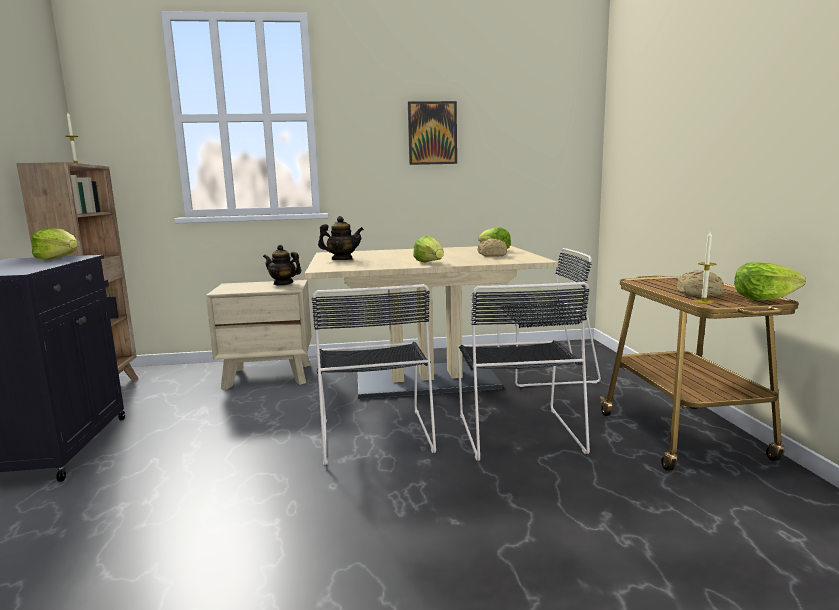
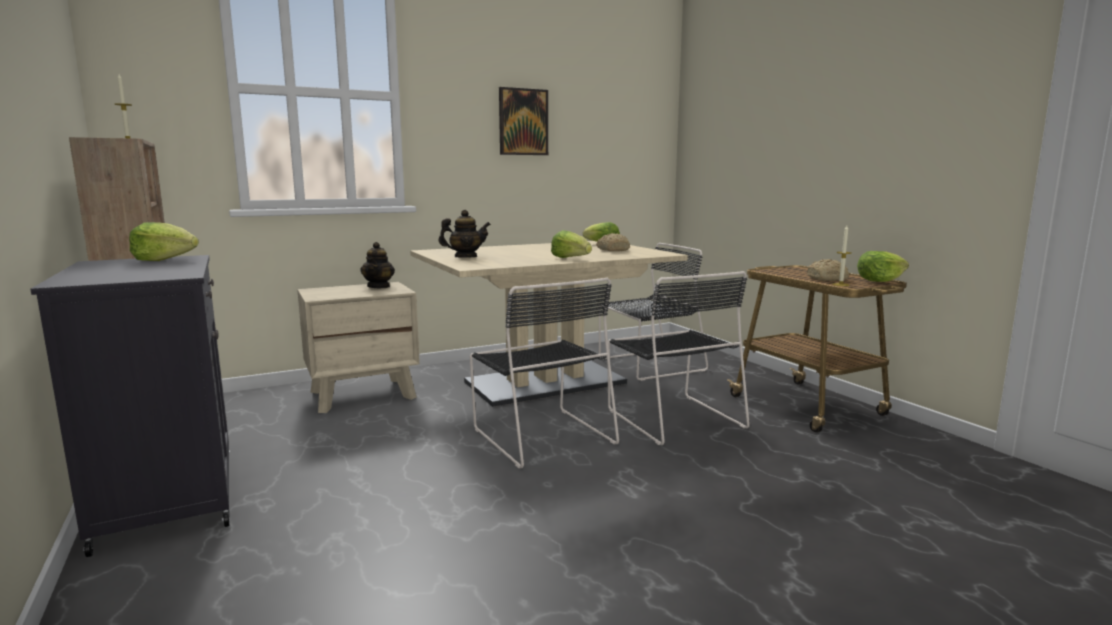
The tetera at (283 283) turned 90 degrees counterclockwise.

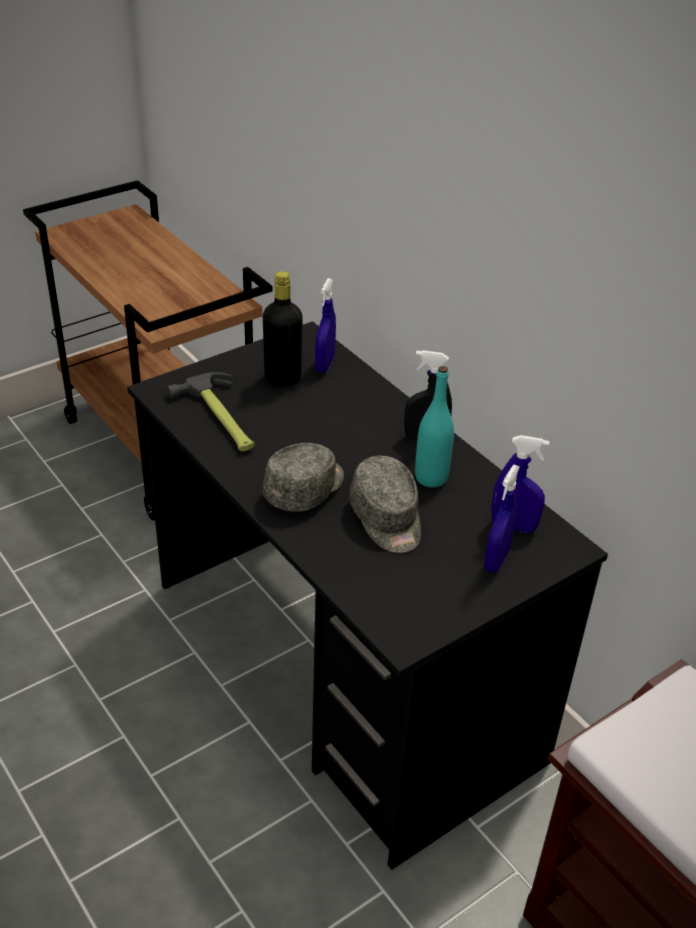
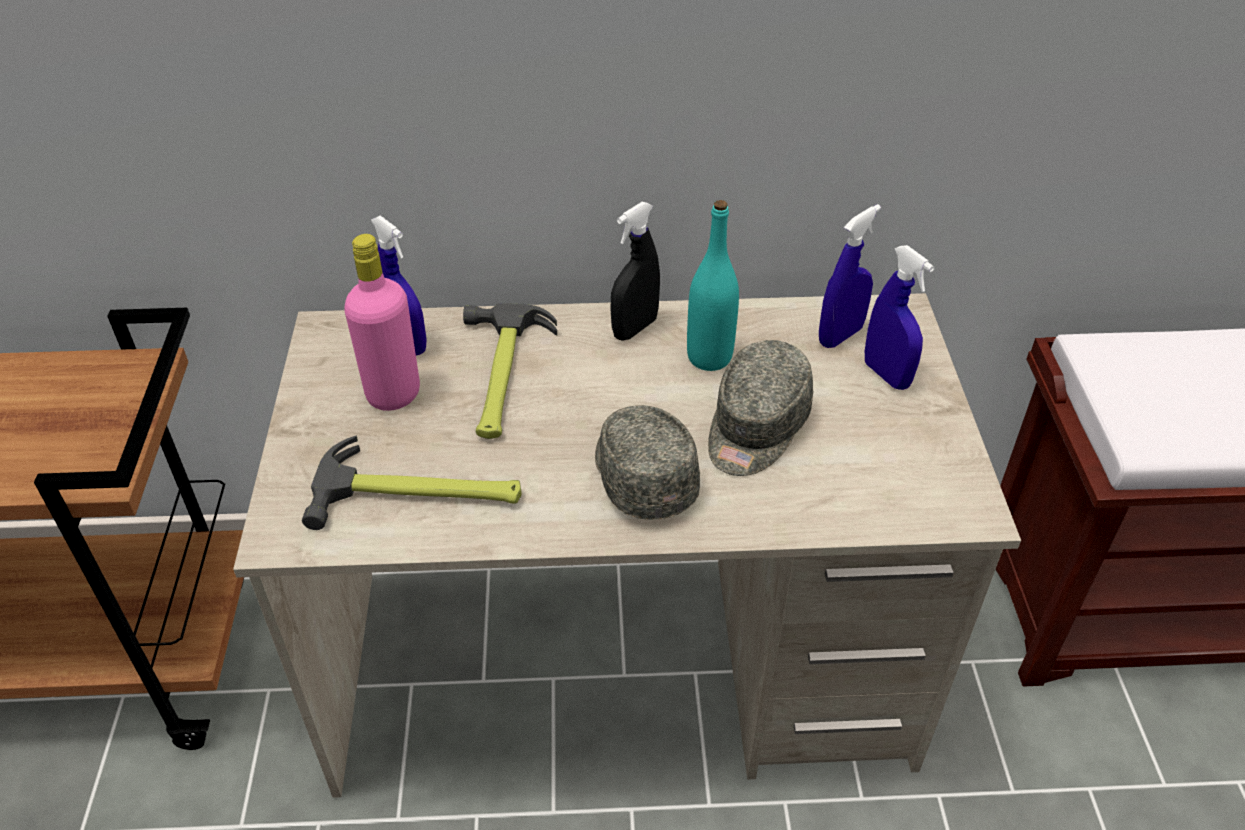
The escritorio [negro] at (341 670) became the escritorio [beis] at (623 670). The botella [negro] at (282 378) became the botella [rosa] at (393 394). The gorra [gris] at (387 519) turned 105 degrees clockwise. The martillo at (501 376) appeared.

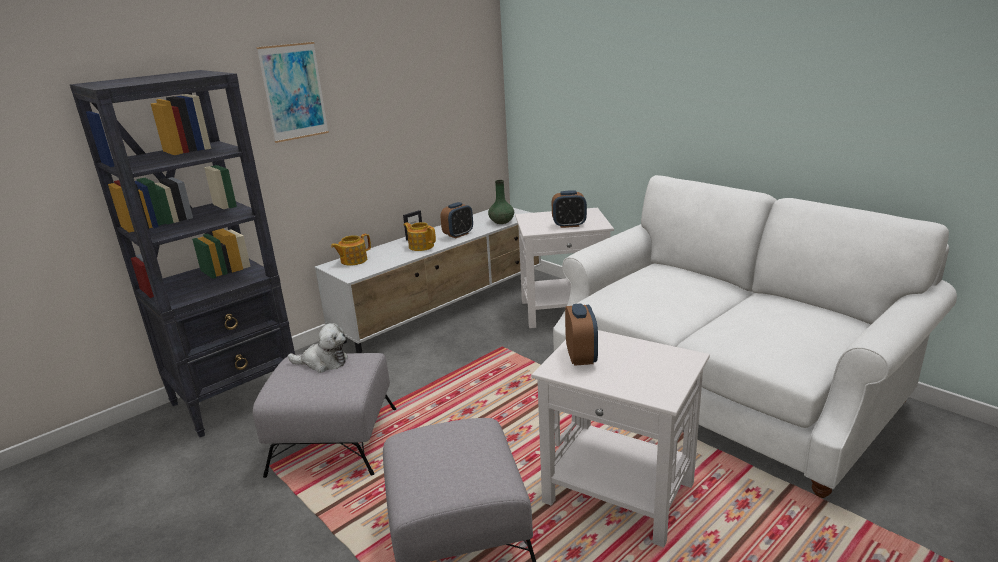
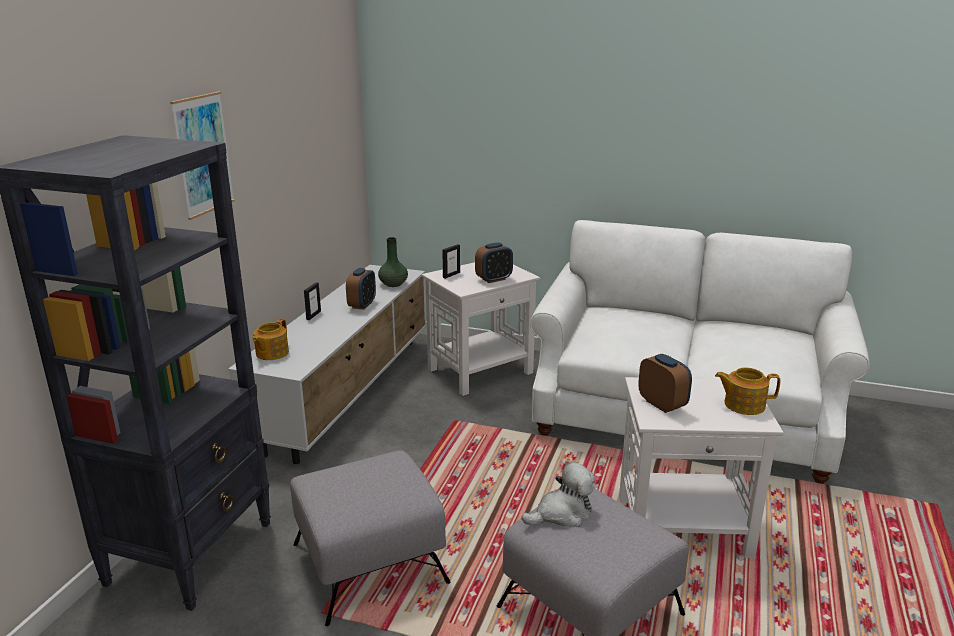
The peluche moved from (323 362) to (562 513). The tetera moved from (421 246) to (743 404). The portarretratos at (451 275) appeared.

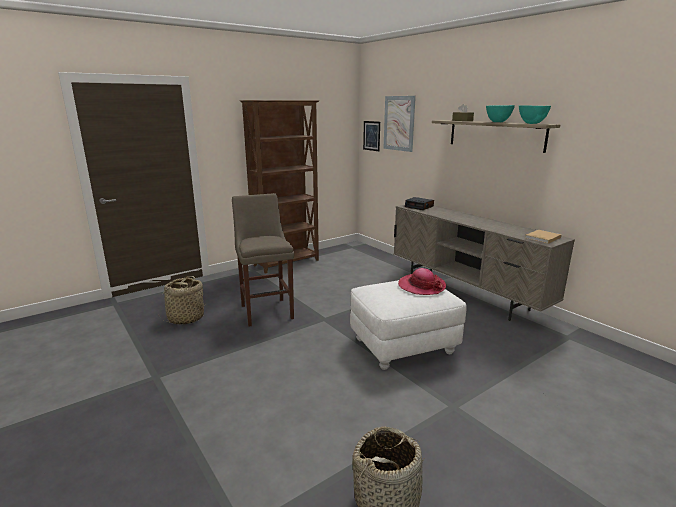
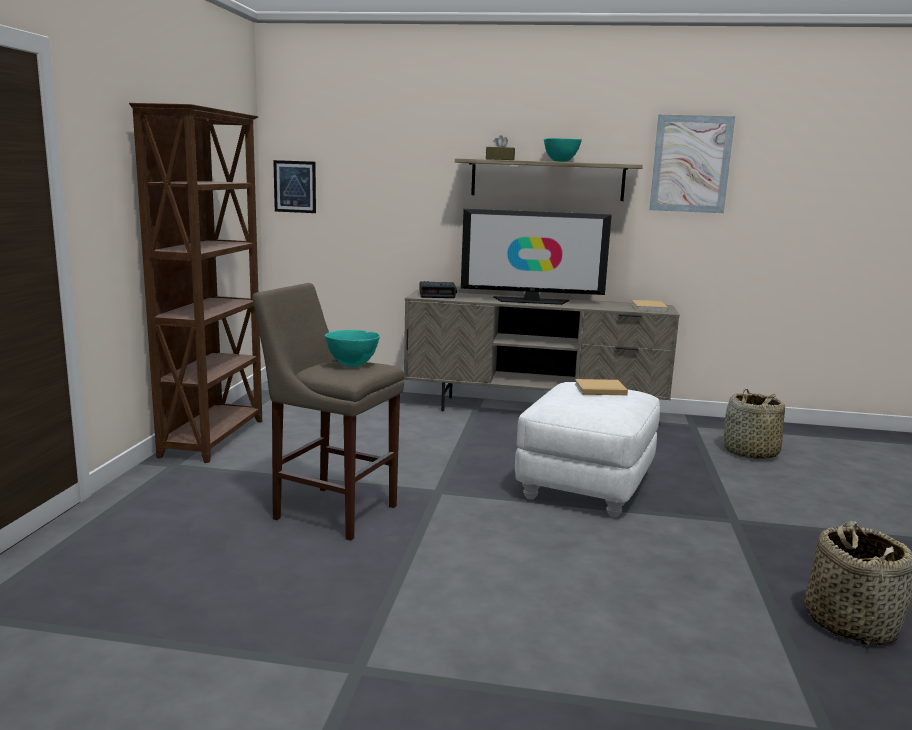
The cesta moved from (185 318) to (750 453). The cuadro moved from (399 123) to (691 164). The sombrero at (421 286) was replaced by the libro [beis] at (598 389). The cuenco [turquesa] moved from (532 123) to (352 365). The televisor at (531 301) appeared.

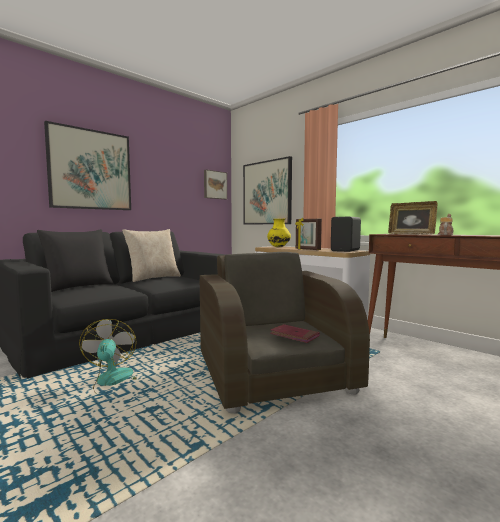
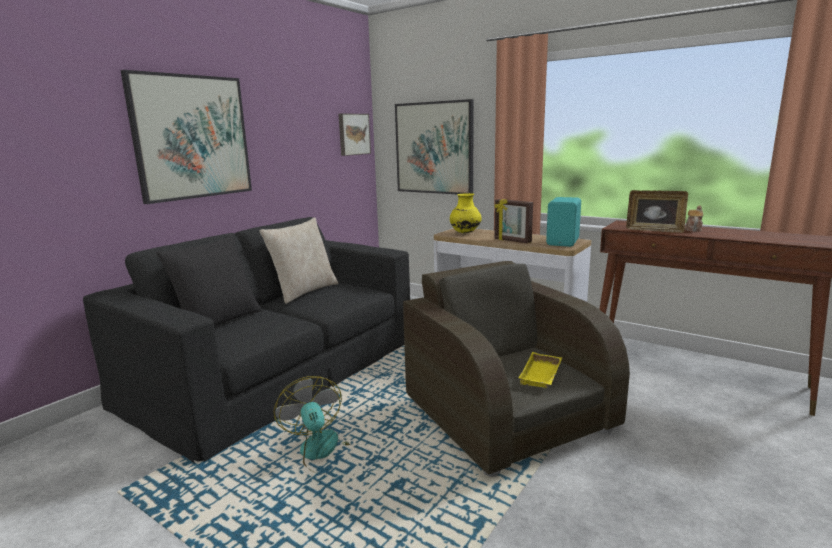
The libro [rojo] at (294 335) was replaced by the bandeja [amarillo] at (542 375). The altavoz [negro] at (346 250) became the altavoz [turquesa] at (564 242).

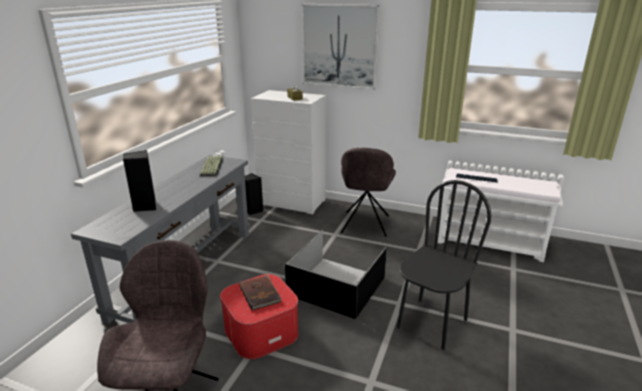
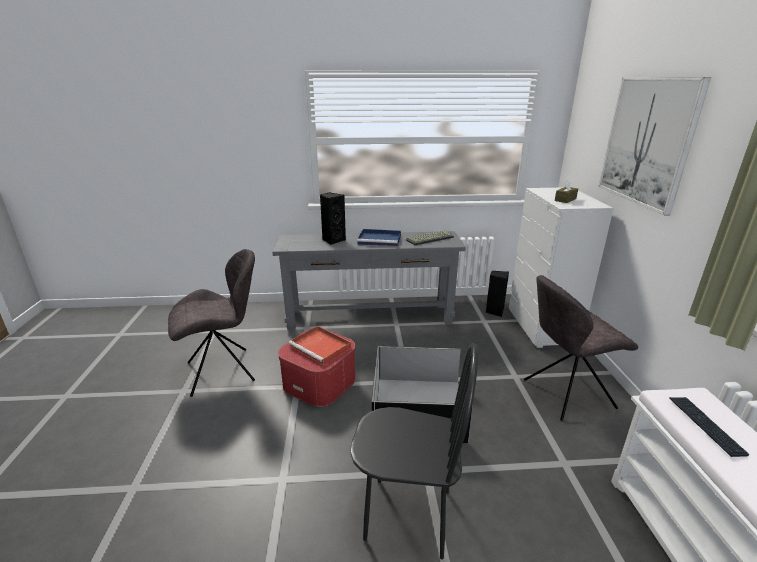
The libro [marrón] at (260 293) was replaced by the bandeja [rojo] at (321 347). The bandeja [azul] at (380 240) appeared.

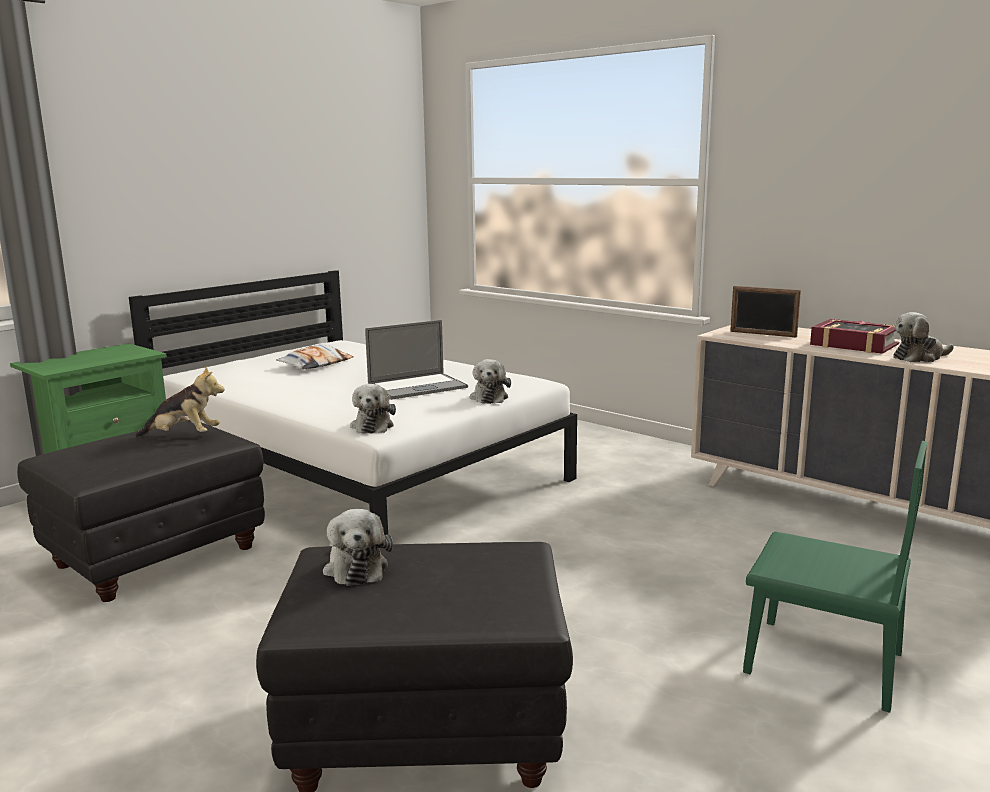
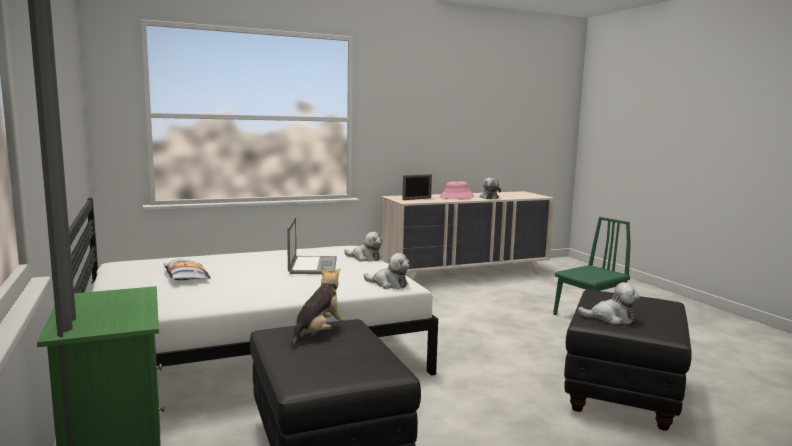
The libro at (854 345) was replaced by the sombrero [rosa] at (456 197).

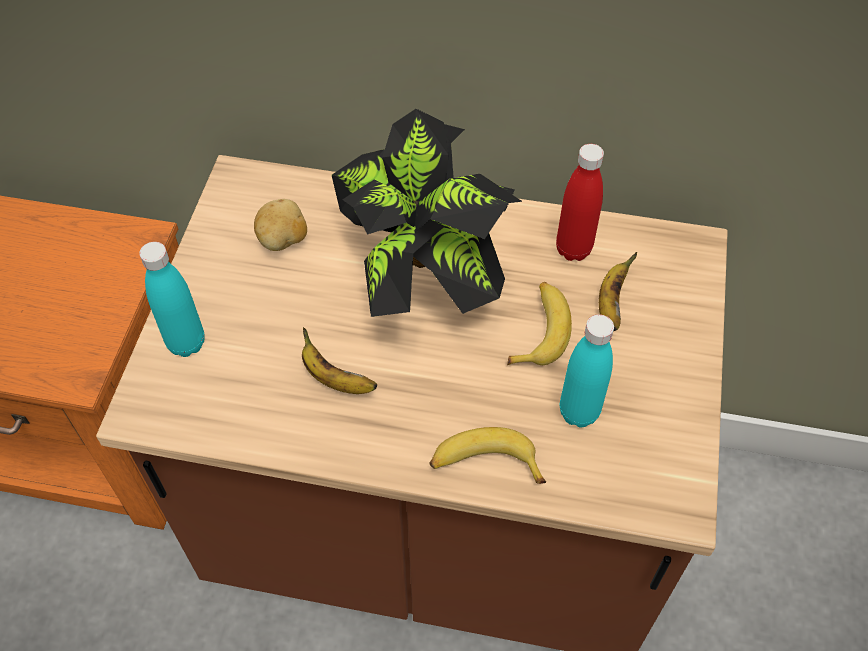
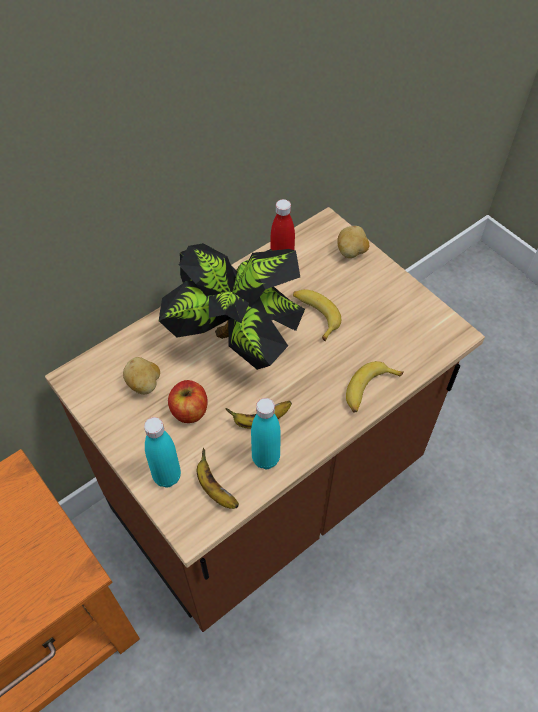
The botella [turquesa] moved from (579 412) to (265 458). The plátano moved from (611 304) to (214 489). The manzana at (189 411) appeared. The patata at (351 252) appeared.

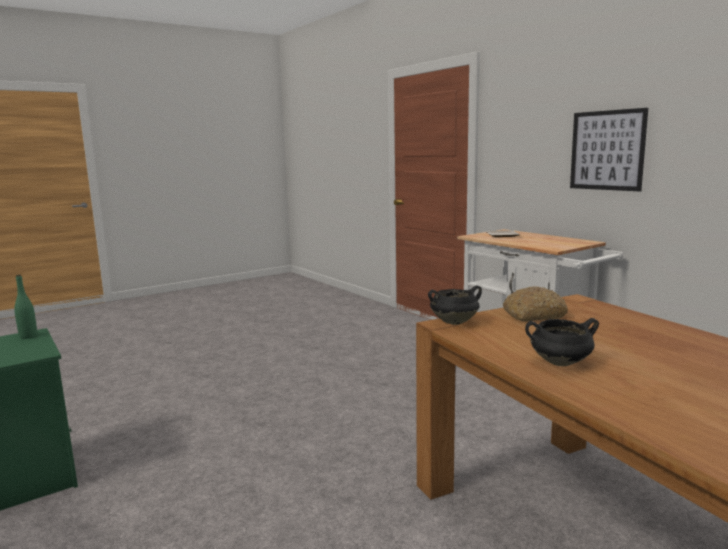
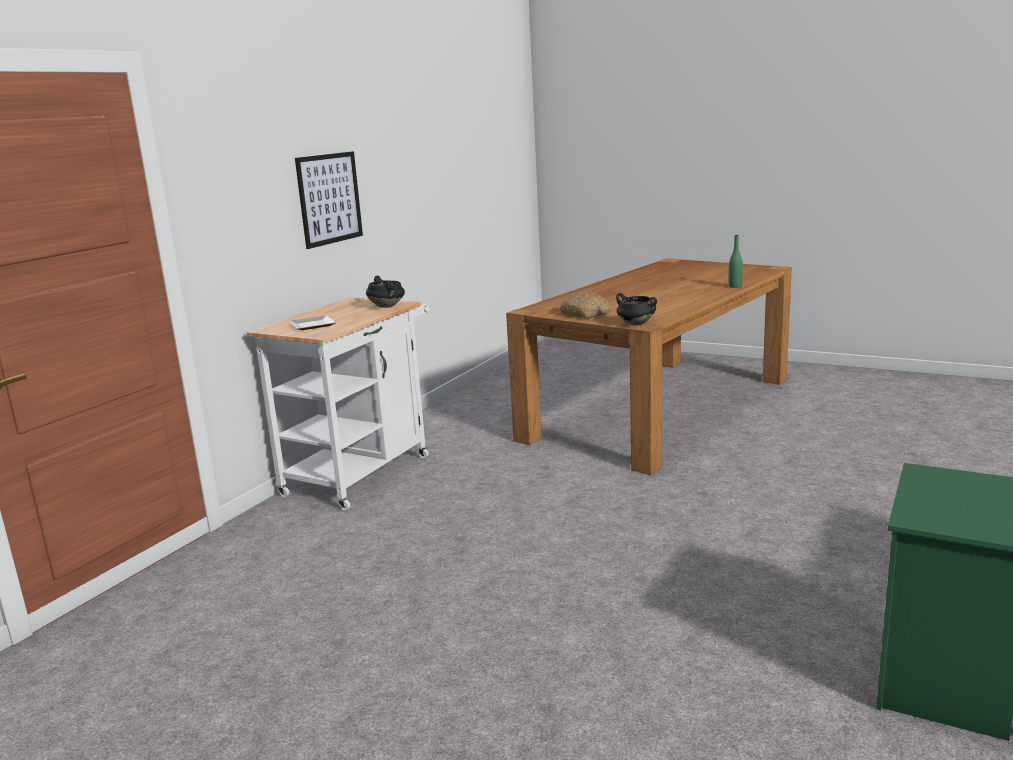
The botella [verde] moved from (28 336) to (735 286). The olla [negro] moved from (559 363) to (387 306).

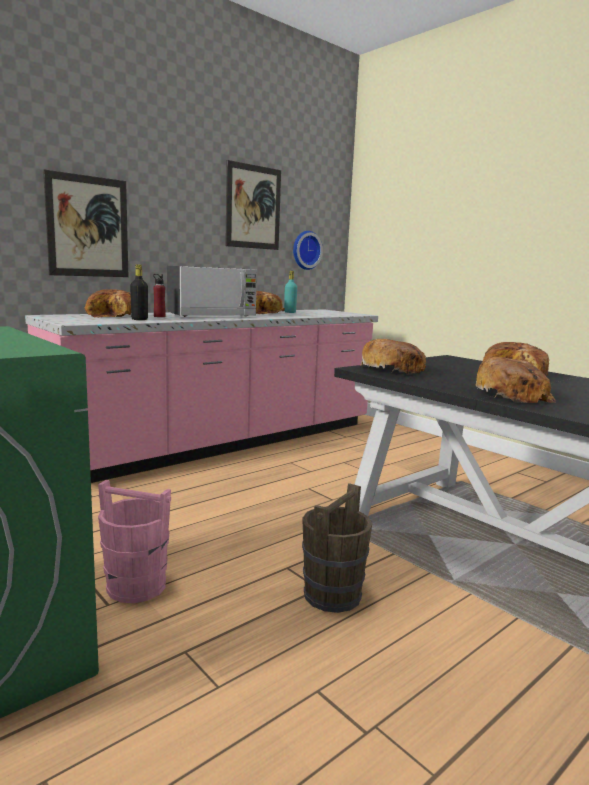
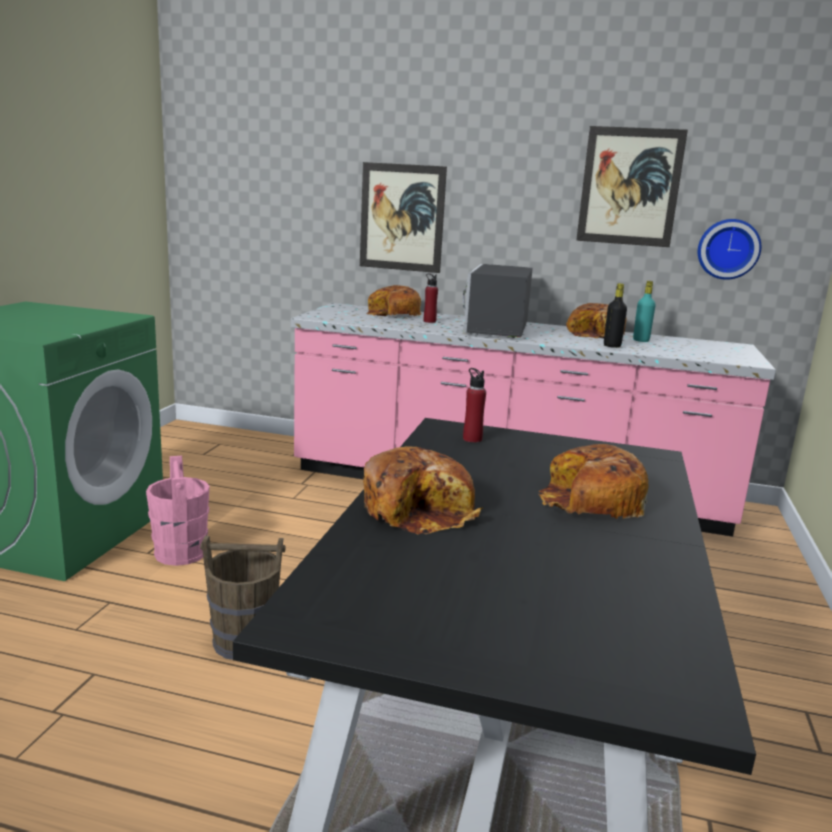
The botella [negro] moved from (139 319) to (612 346). The microondas at (212 315) turned 75 degrees clockwise. The pan at (392 369) was replaced by the botella [rojo] at (472 439).

